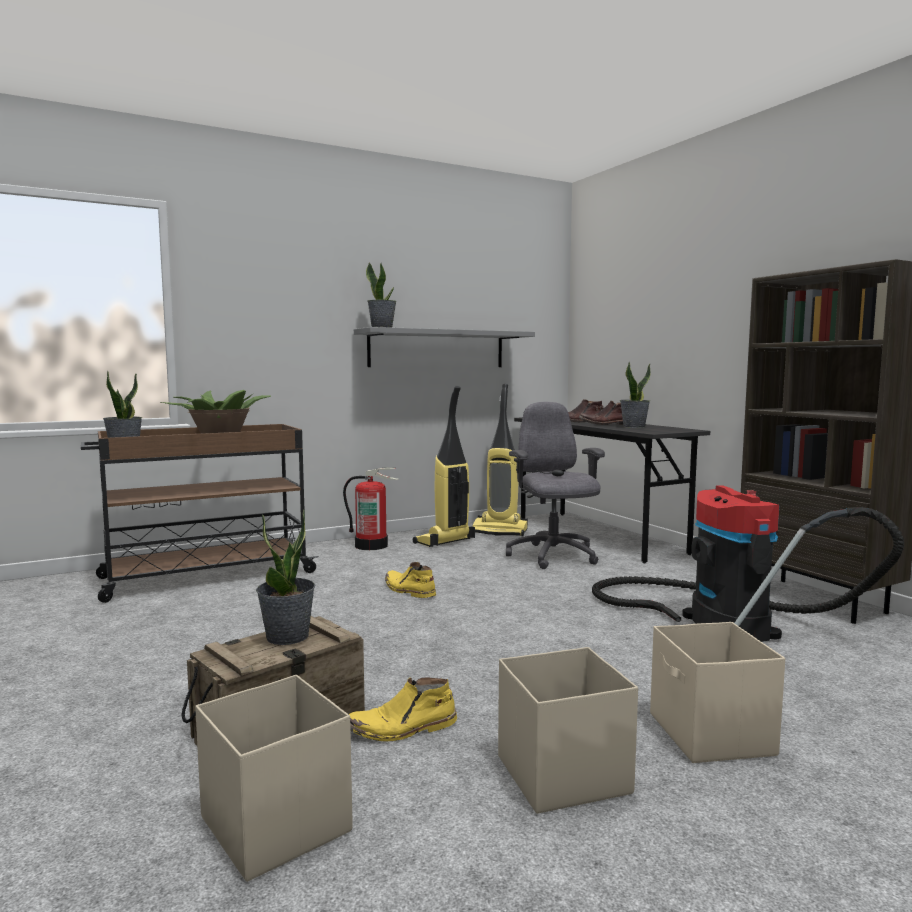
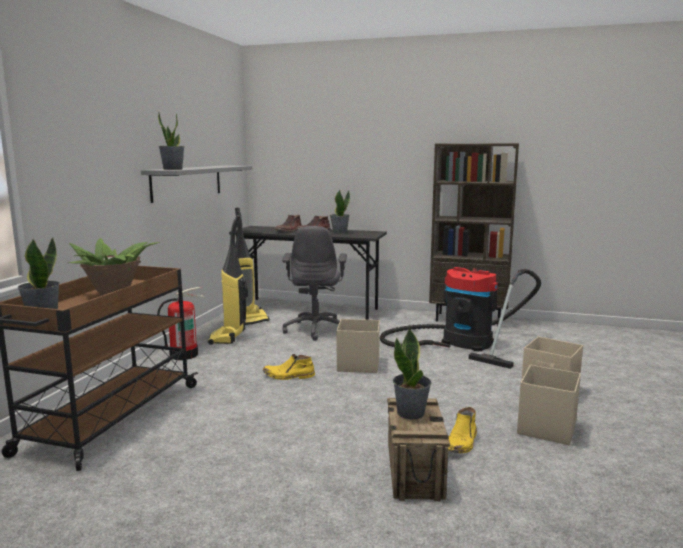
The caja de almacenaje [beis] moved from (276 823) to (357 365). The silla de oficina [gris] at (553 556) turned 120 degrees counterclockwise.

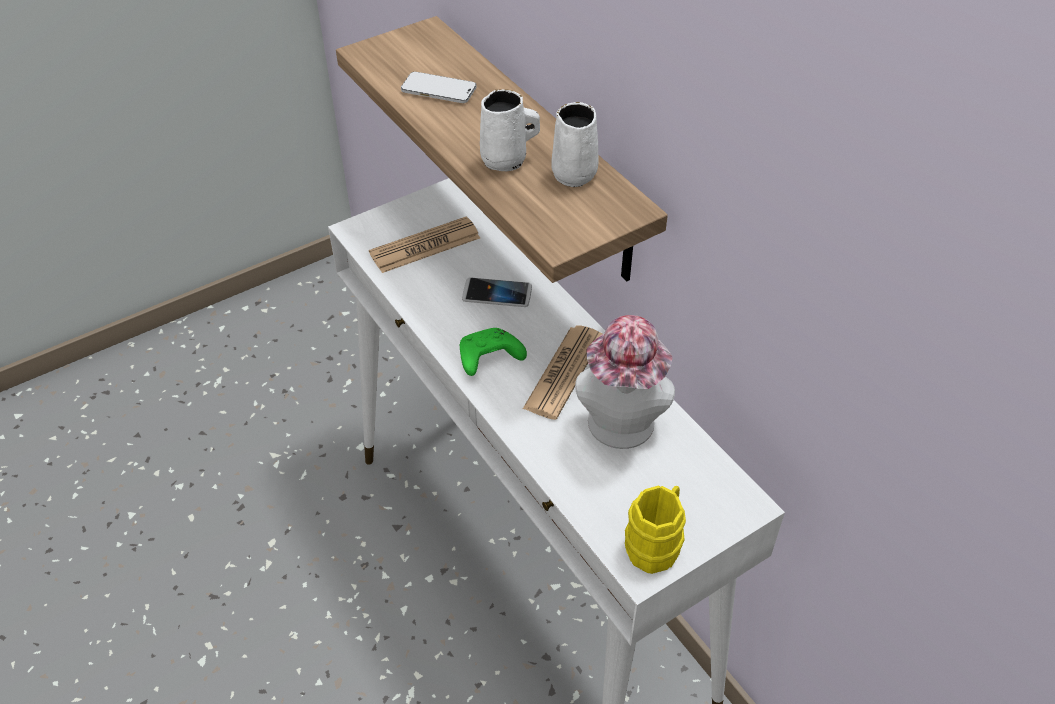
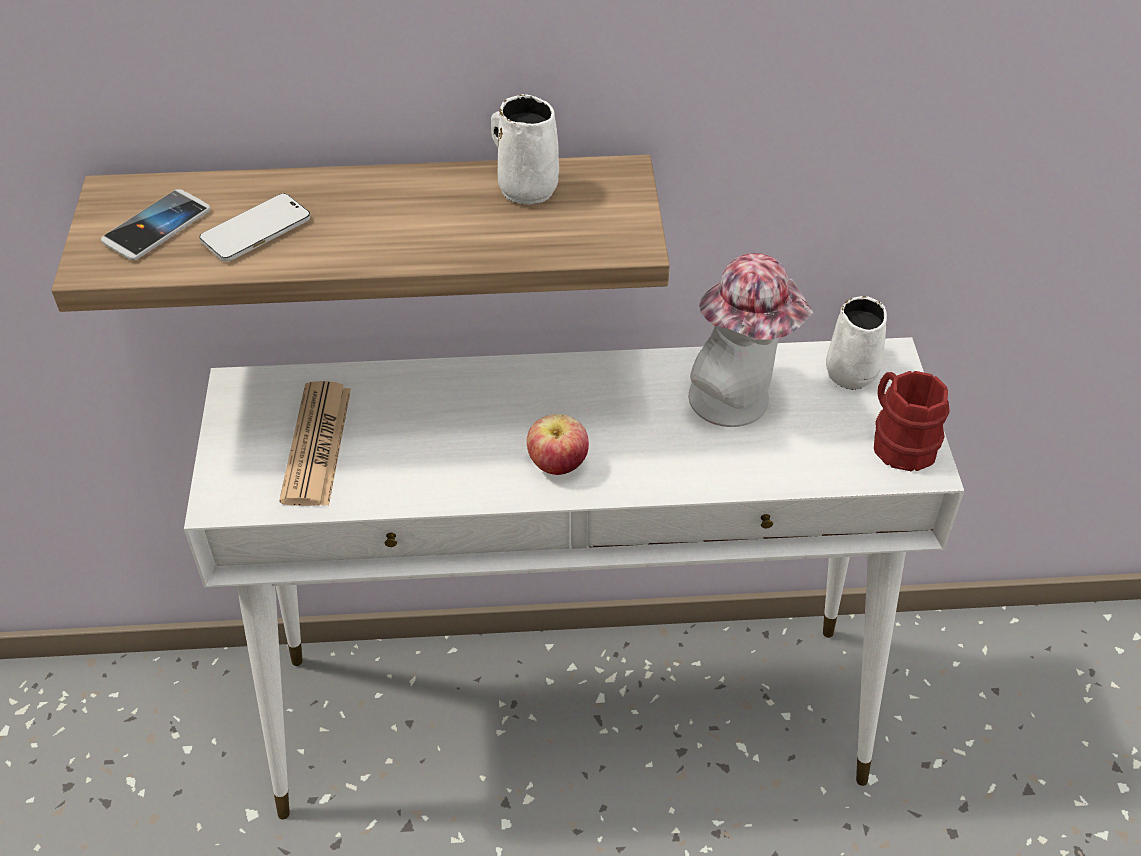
The mando de consola [verde] at (488 359) was replaced by the manzana at (557 465). The móvil moved from (497 294) to (157 227). The taza grande [blanco] moved from (506 160) to (852 371). The periódico at (563 372) disappeared. The taza grande [amarillo] at (656 542) became the taza grande [rojo] at (898 441).

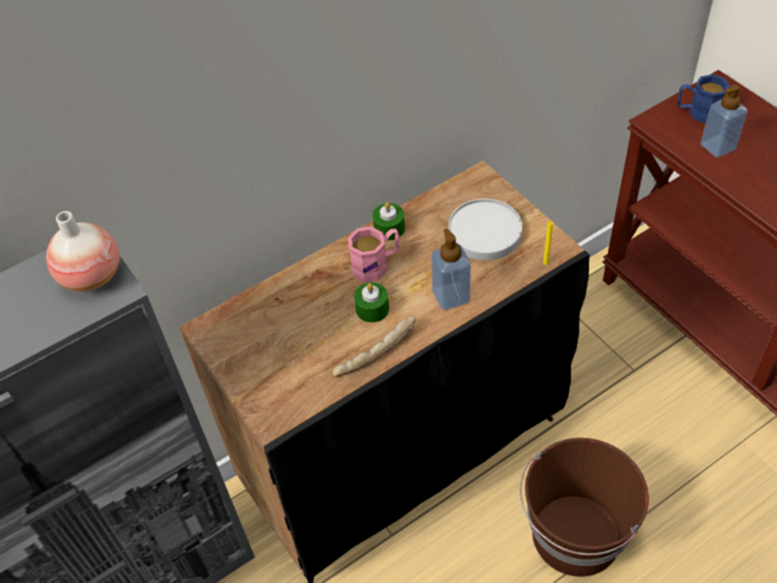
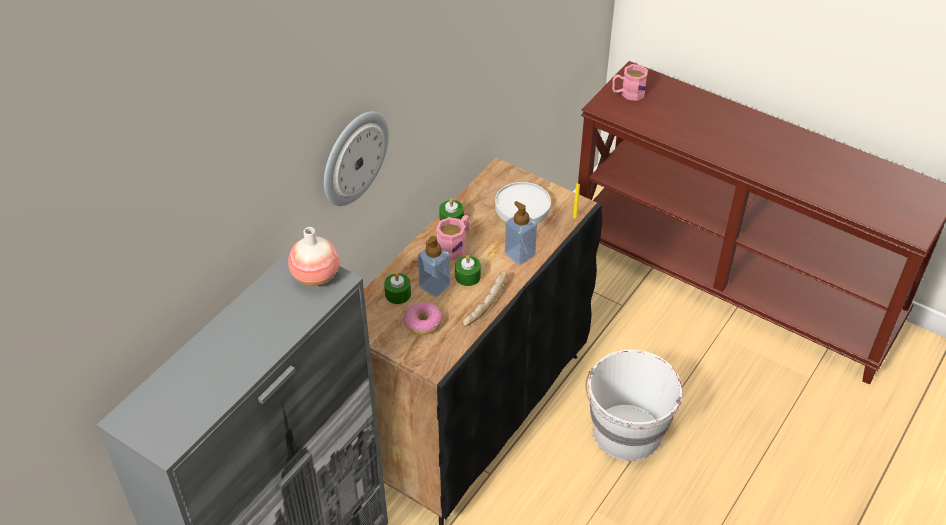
The cubo [marrón] at (575 536) became the cubo [blanco] at (627 433). The taza grande [azul] at (698 112) became the taza grande [rosa] at (627 94). The dispensador de jabón moved from (717 147) to (434 286). The reloj de pared at (353 157) appeared. The vela [verde] at (398 294) appeared. The rosquilla at (423 323) appeared.

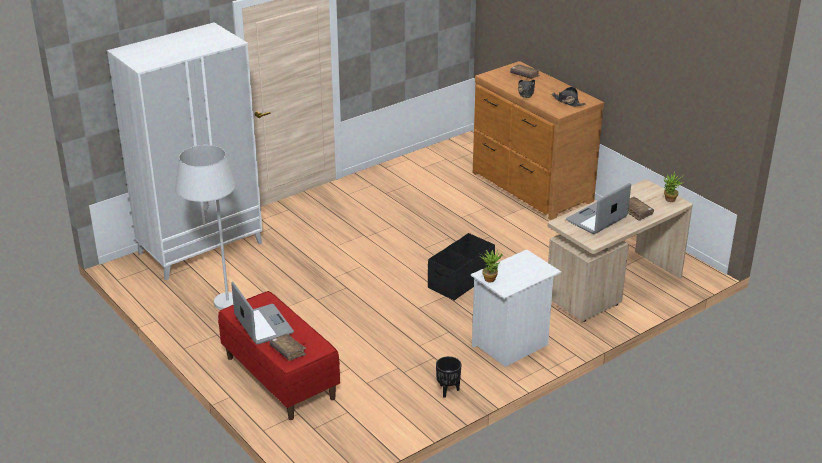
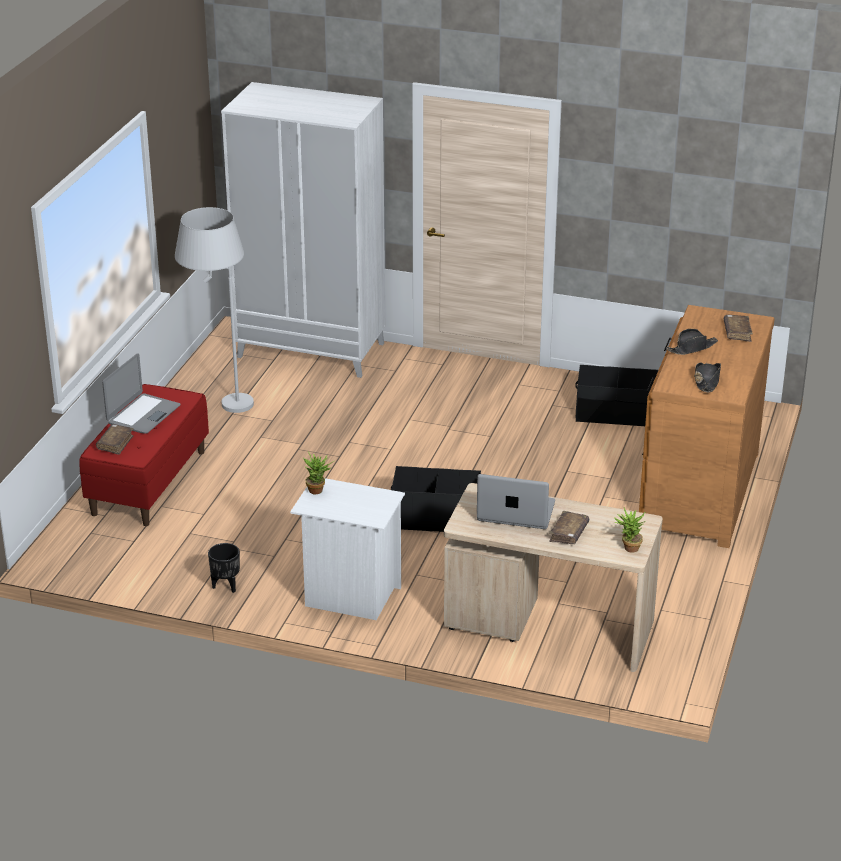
The caja de almacenaje [negro] at (615 414) appeared.

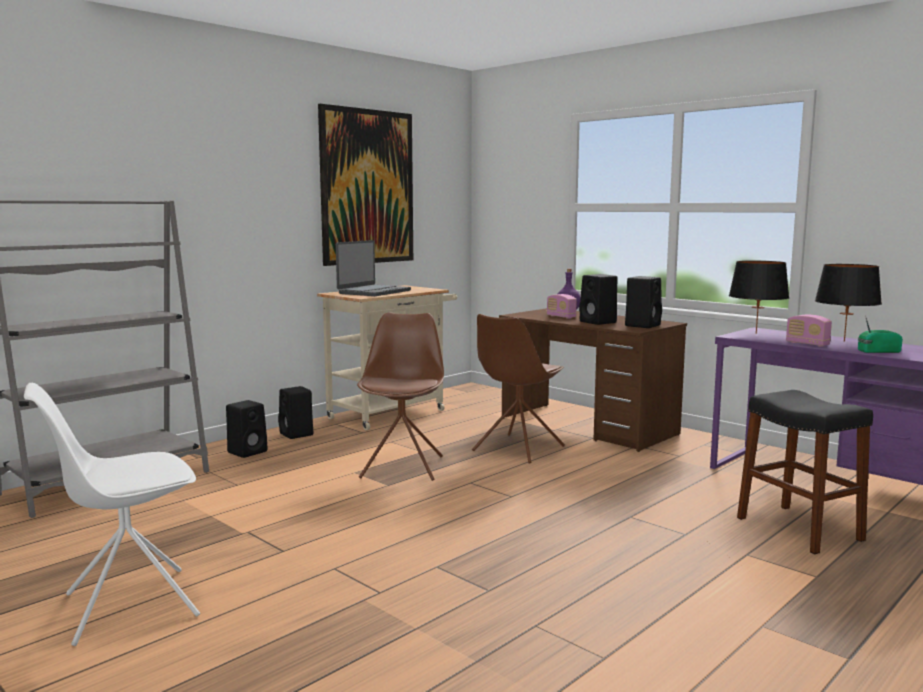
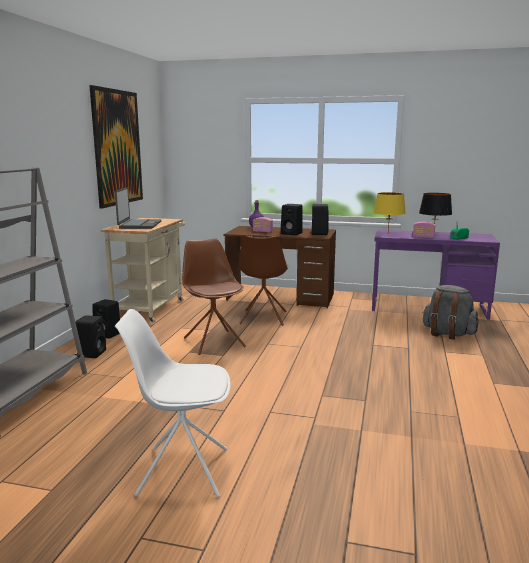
The silla [blanco] at (128 606) turned 60 degrees clockwise. The lámpara de mesa [negro] at (755 333) became the lámpara de mesa [amarillo] at (388 233). The taburete [negro] at (799 529) was replaced by the mochila [gris] at (447 334).

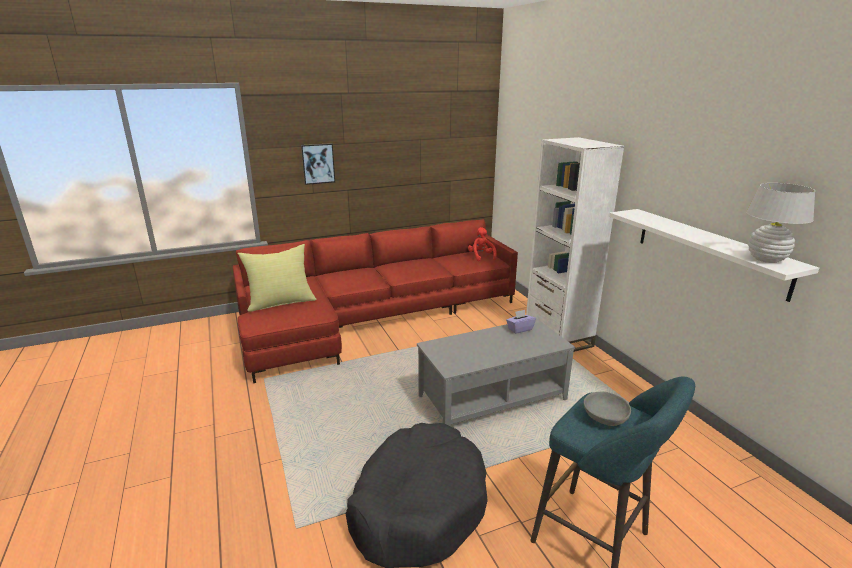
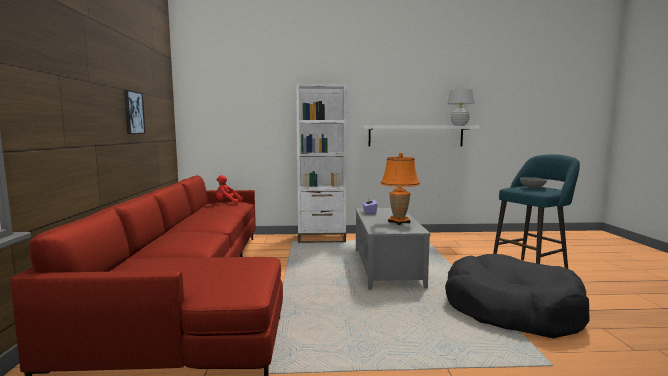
The cojín [amarillo] at (281 302) disappeared. The cuadro moved from (318 163) to (133 112). The lámpara de mesa [naranja] at (399 222) appeared.

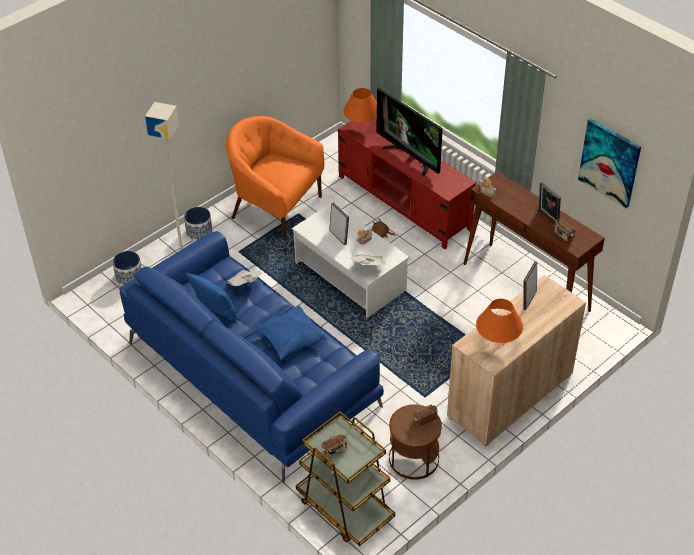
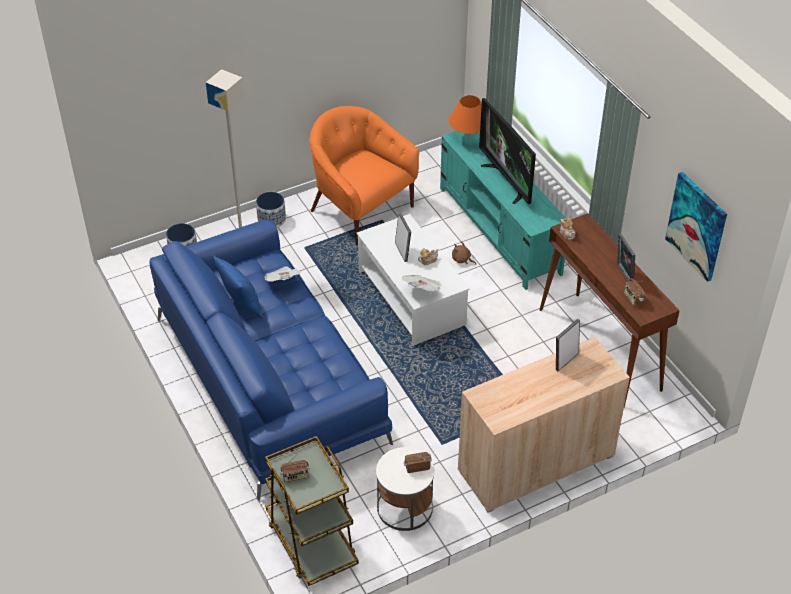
The cojín [azul] at (291 339) disappeared. The mueble de televisión [rojo] at (404 203) became the mueble de televisión [turquesa] at (499 231). The mesa auxiliar [marrón] at (413 459) became the mesa auxiliar [blanco] at (404 507). The lámpara de mesa [naranja] at (497 342) disappeared.

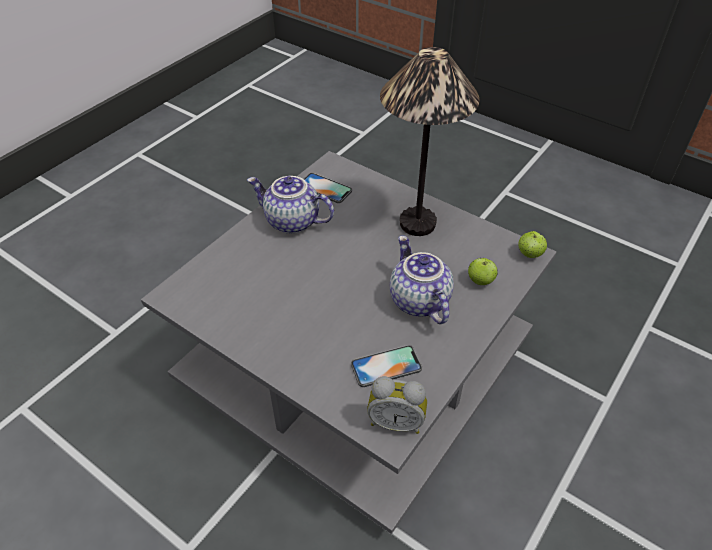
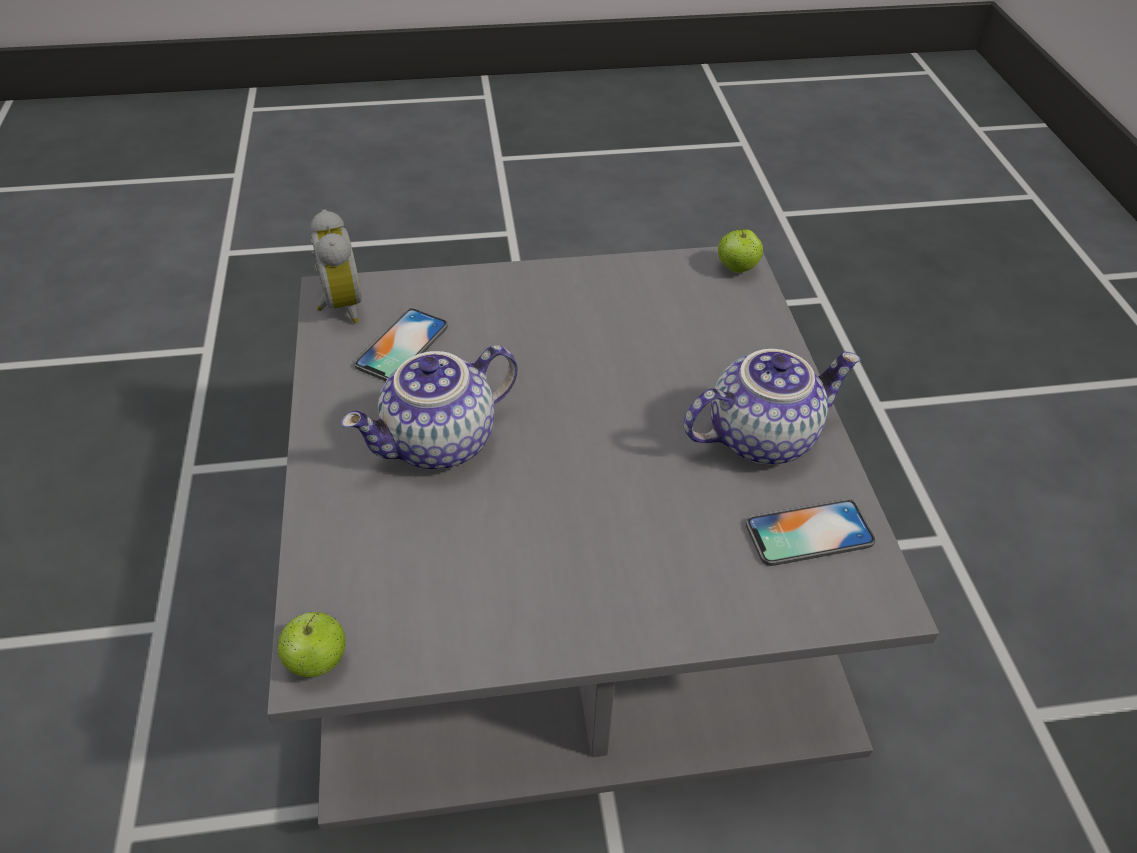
The despertador at (396 421) turned 105 degrees clockwise. The lámpara de mesa at (417 223) disappeared. The tetera at (417 301) turned 120 degrees clockwise. The manzana moved from (480 281) to (737 268).

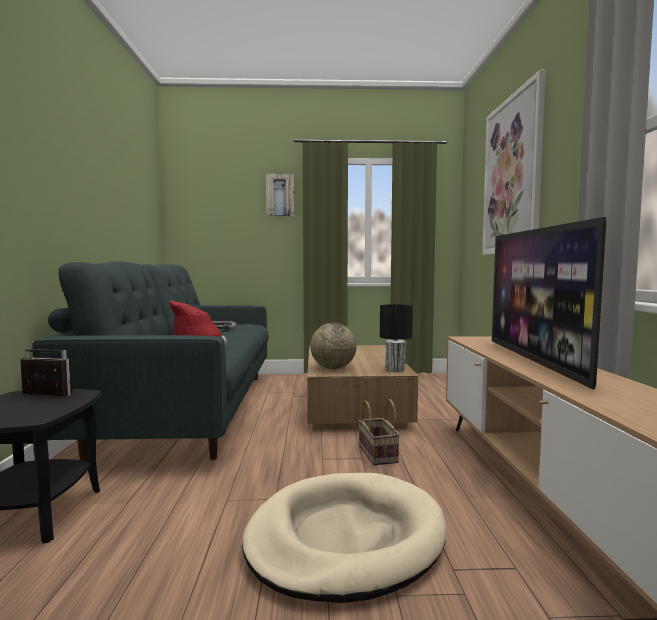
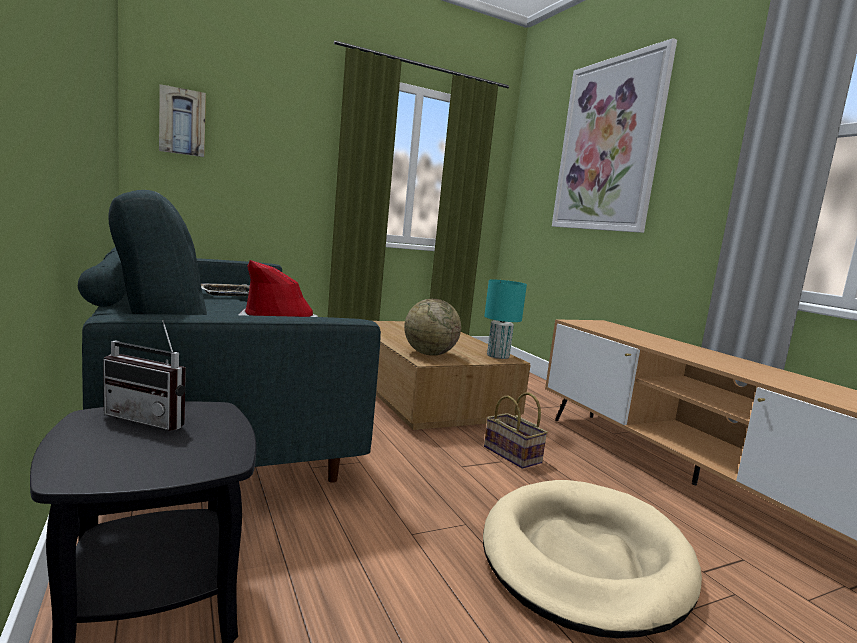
The radio at (42 396) turned 150 degrees counterclockwise. The cuadro moved from (280 195) to (182 122). The lámpara de mesa [negro] at (394 370) became the lámpara de mesa [turquesa] at (497 356). The televisor at (535 360) disappeared.

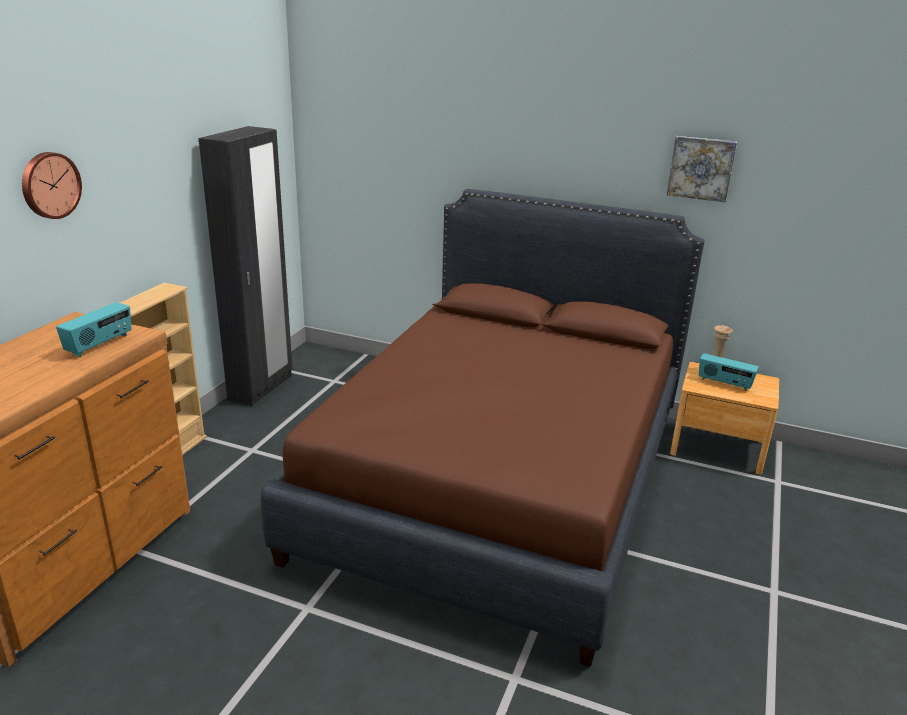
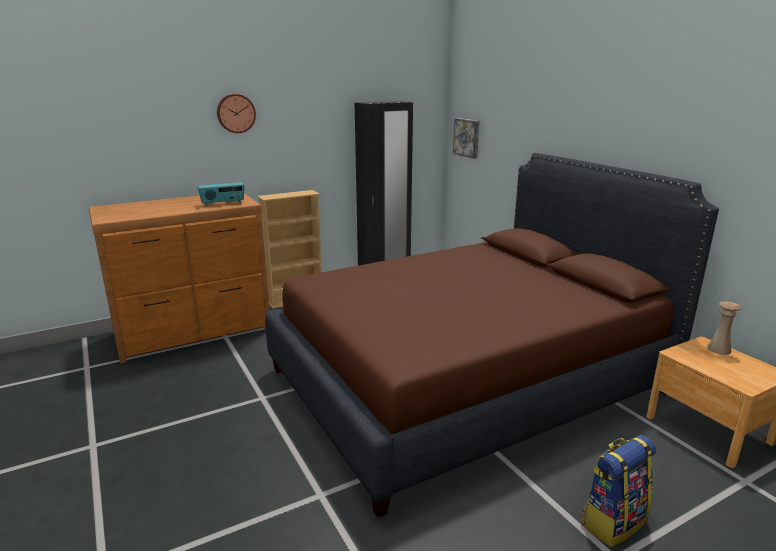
The cuadro moved from (701 168) to (467 137). The radio at (724 383) disappeared. The mochila at (613 521) appeared.

